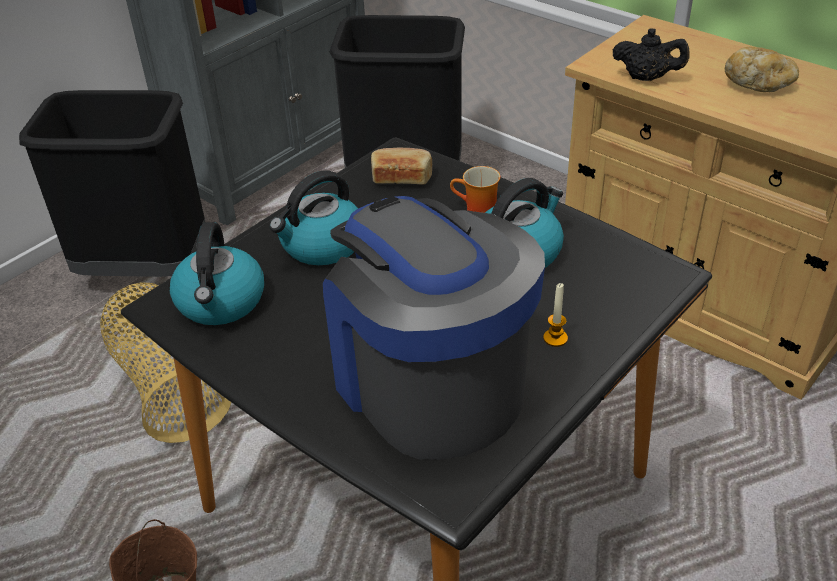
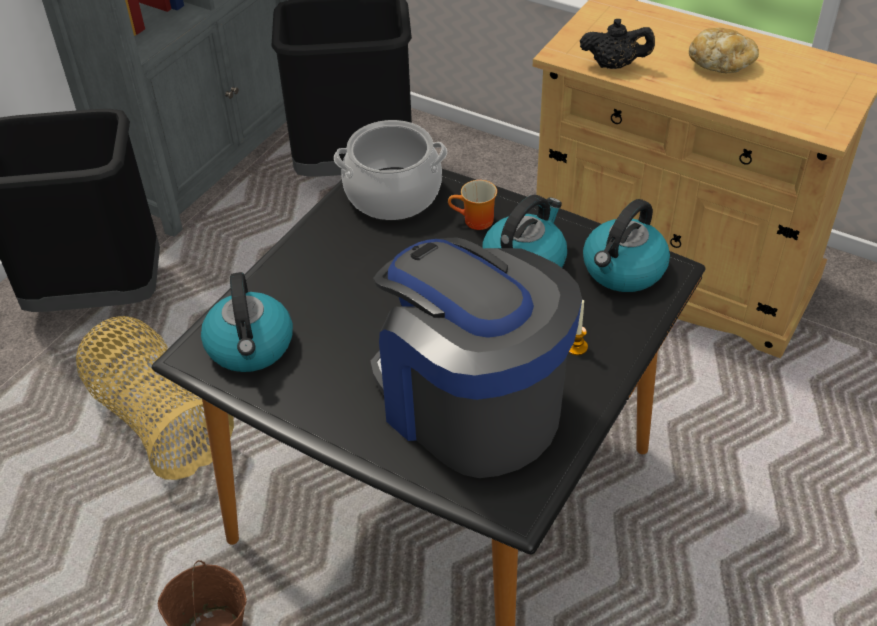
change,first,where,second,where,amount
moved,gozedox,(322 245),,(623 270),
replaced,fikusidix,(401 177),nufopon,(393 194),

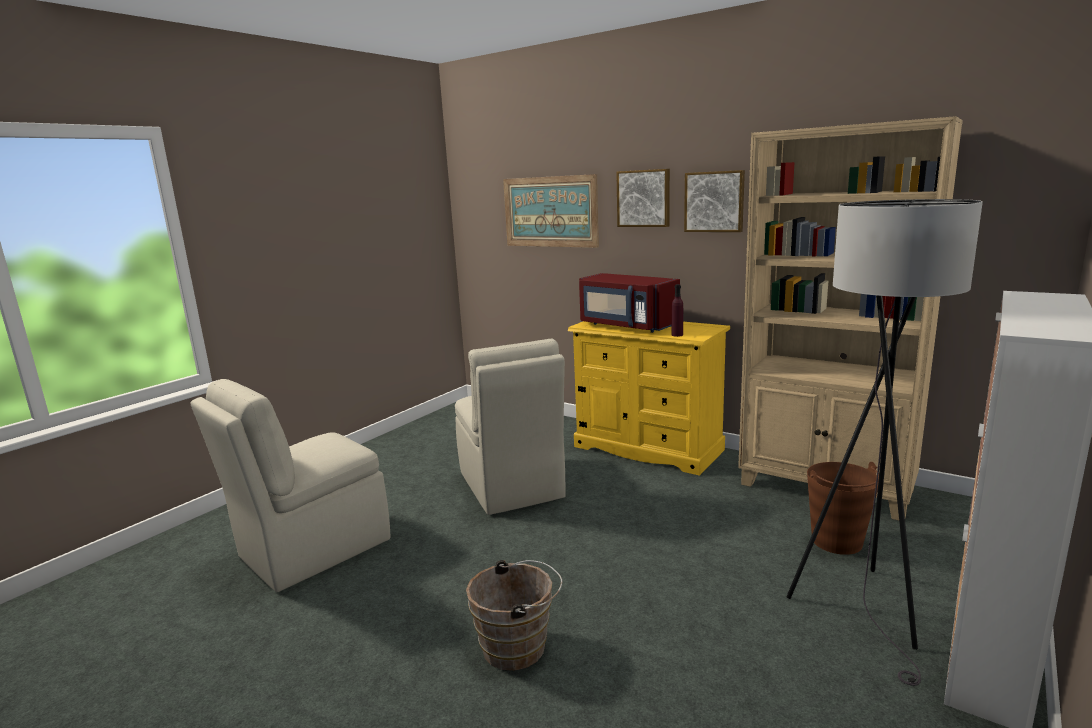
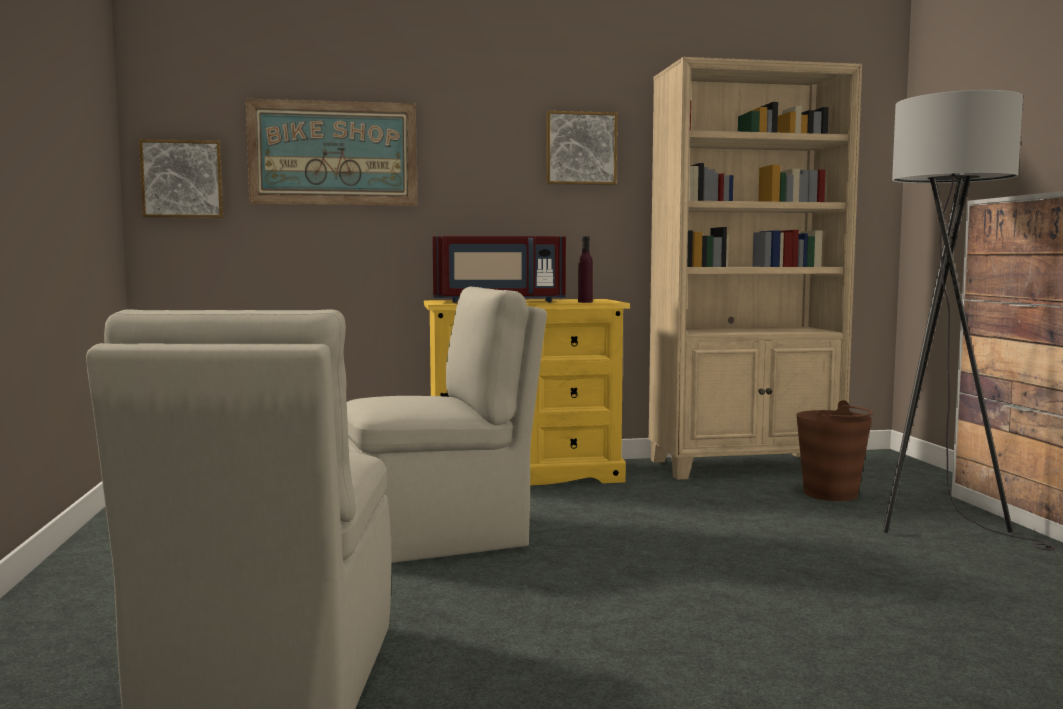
change,first,where,second,where,amount
turned,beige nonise,(511 486),,(438 537),45 degrees counterclockwise
removed,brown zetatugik,(519 647),,,
moved,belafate,(644 198),,(183 179),

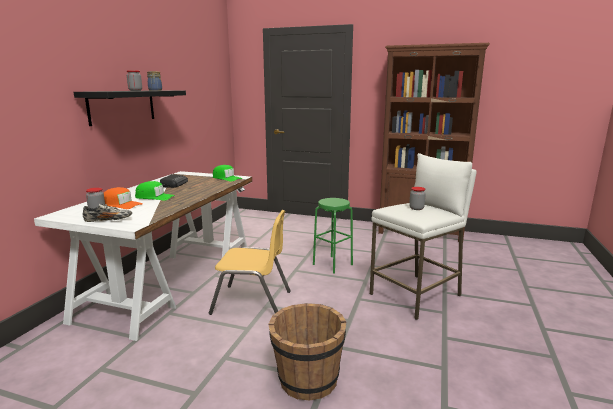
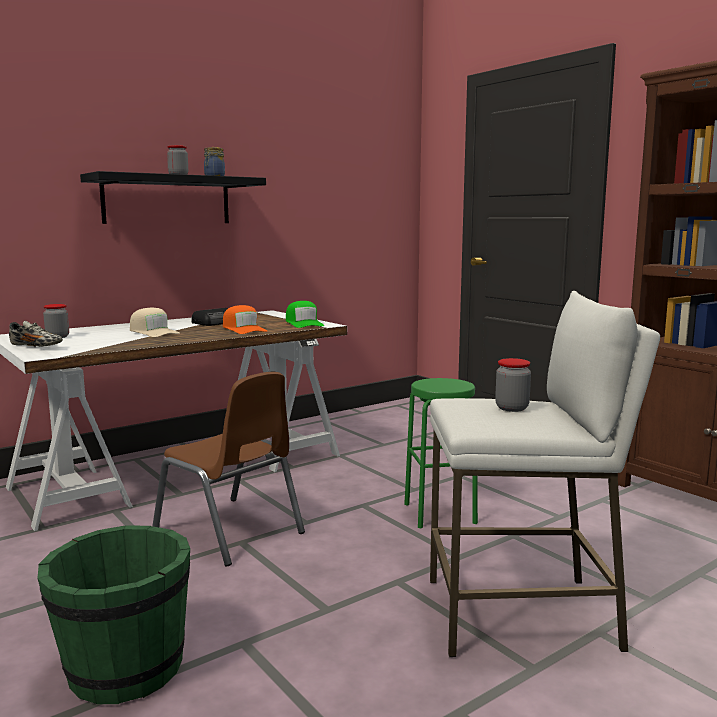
change,first,where,second,where,amount
moved,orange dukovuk,(121 204),,(243 329),
recoloured,green dukovuk,(154 197),beige dukovuk,(153 332),
recoloured,yellow nonise,(252 302),brown nonise,(229 531),
recoloured,brown zetatugik,(307 380),green zetatugik,(124 669),

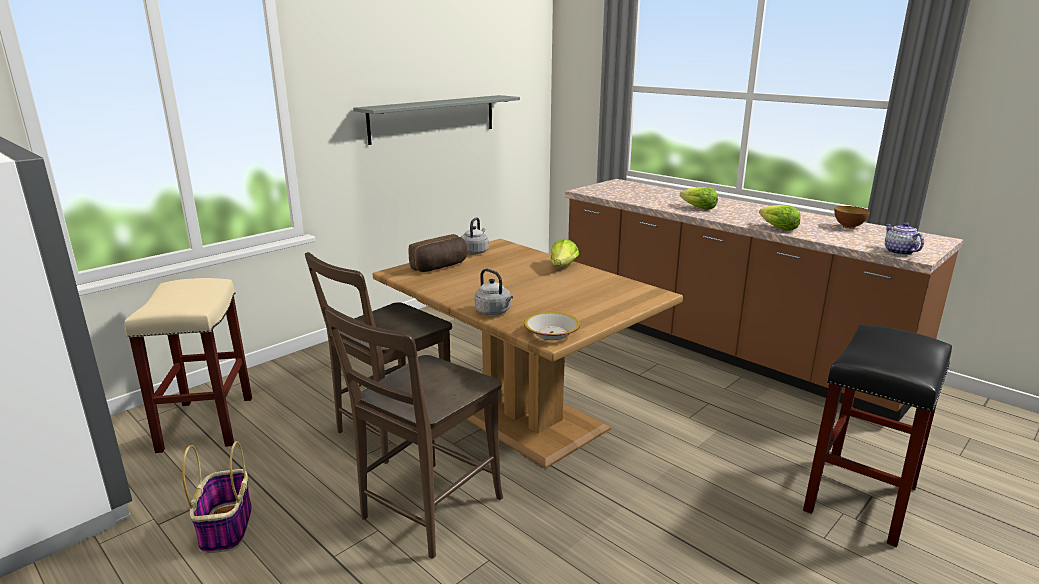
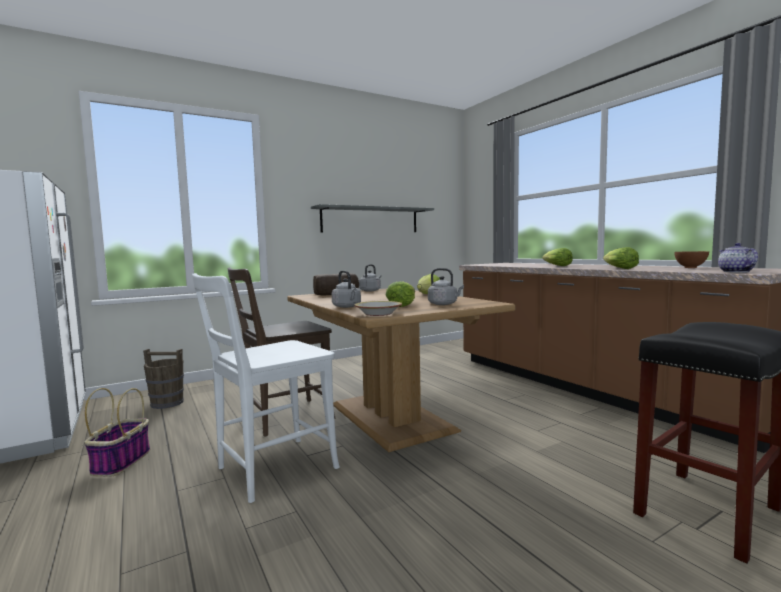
change,first,where,second,where,amount
replaced,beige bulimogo,(206 423),brown zetatugik,(167 403),
recoloured,brown nonise,(426 512),white nonise,(271 470),
added,,,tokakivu,(402 305),
added,,,grey gozedox,(444 304),

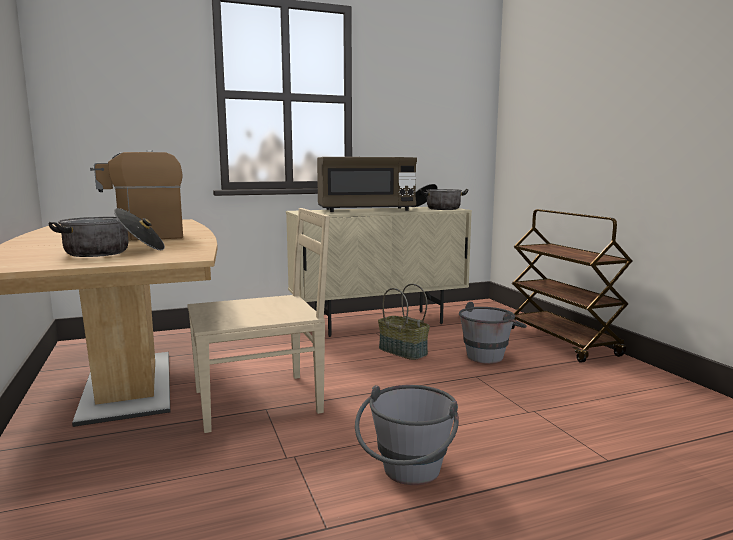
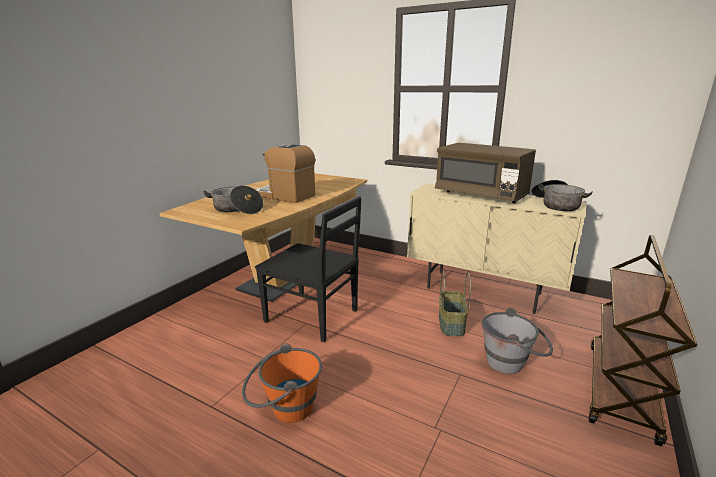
change,first,where,second,where,amount
recoloured,beige nonise,(261 401),black nonise,(313 316),
recoloured,grey zetatugik,(408 476),orange zetatugik,(284 410),

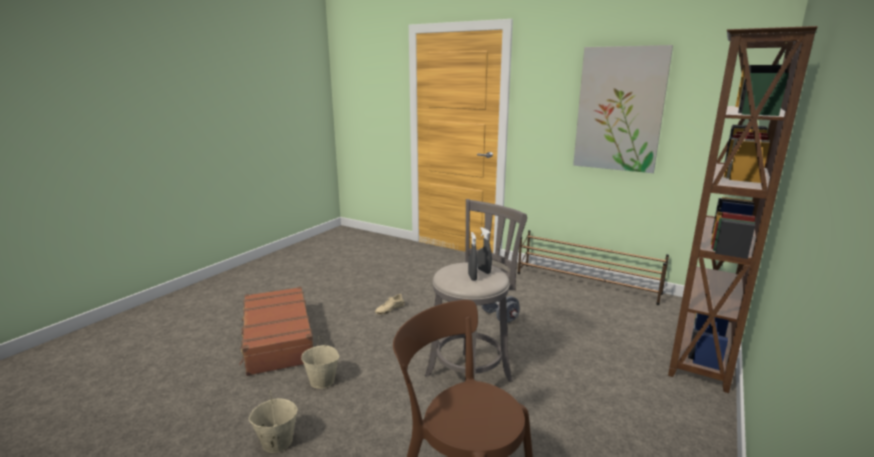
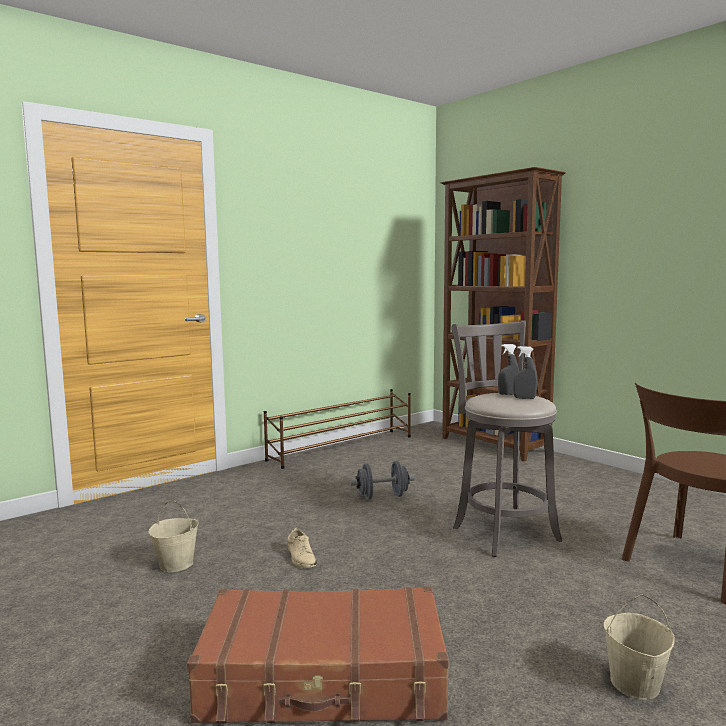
change,first,where,second,where,amount
moved,beige zetatugik,(322 381),,(176 564),
removed,belafate,(619 109),,,

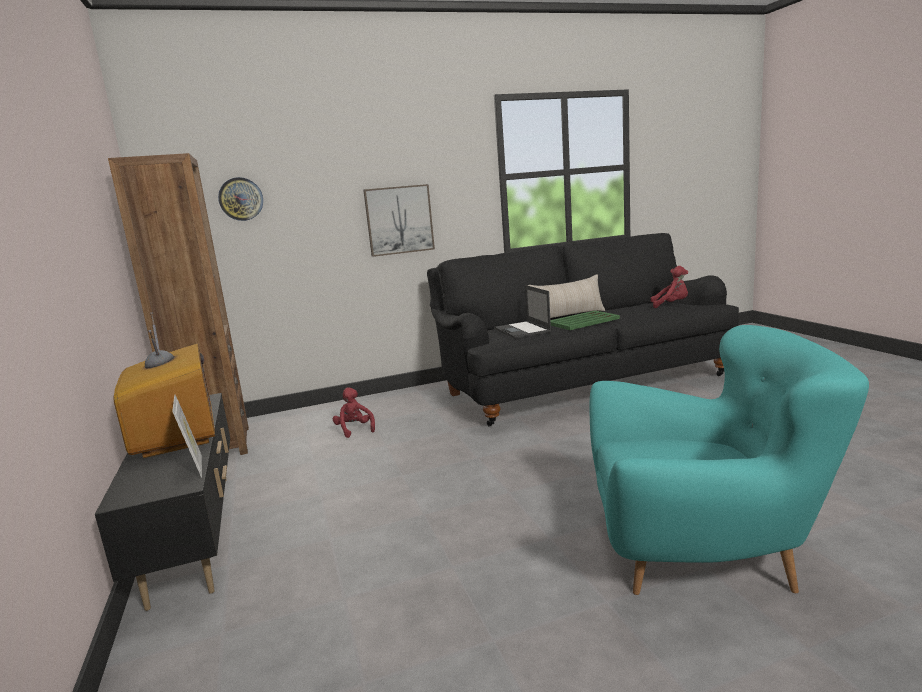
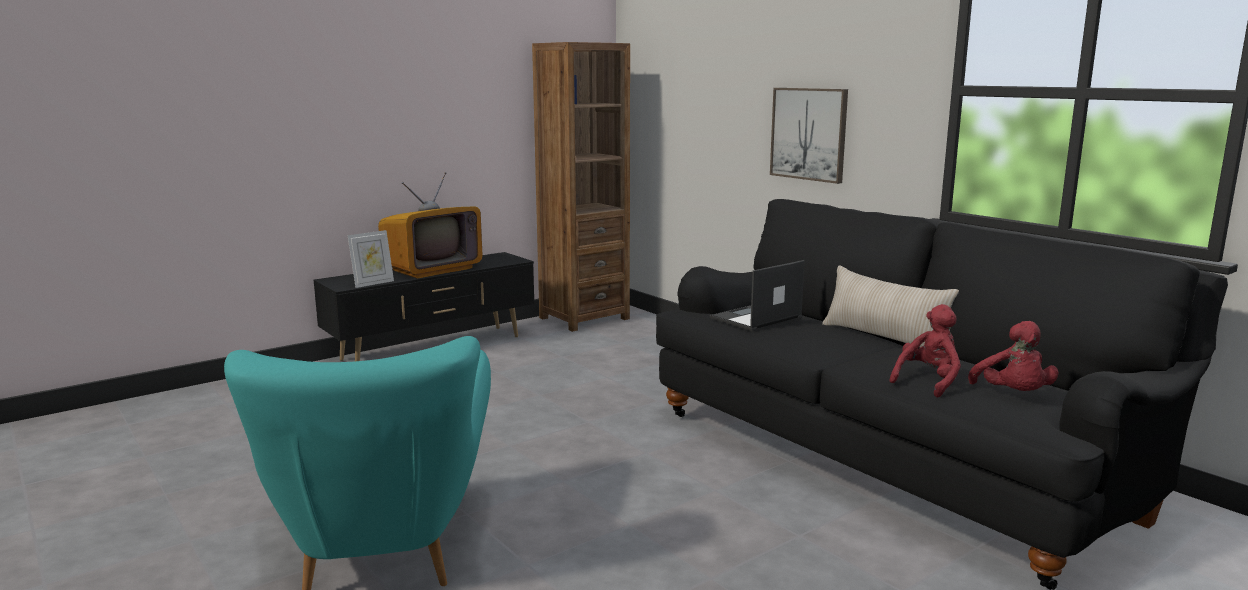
change,first,where,second,where,amount
removed,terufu,(241 199),,,
moved,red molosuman,(354 429),,(928 382),
removed,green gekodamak,(582 321),,,

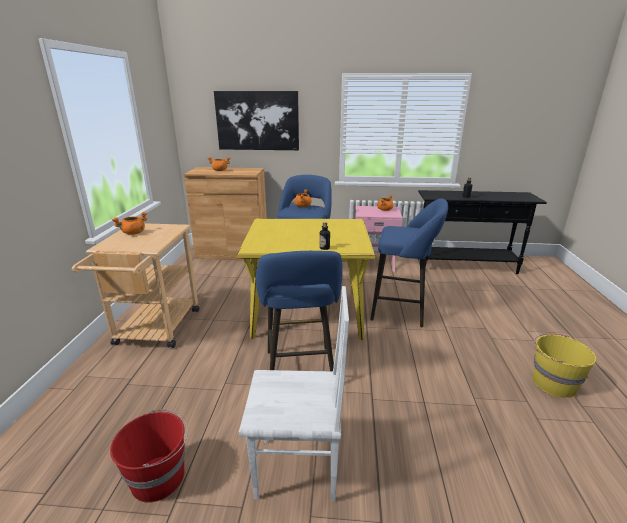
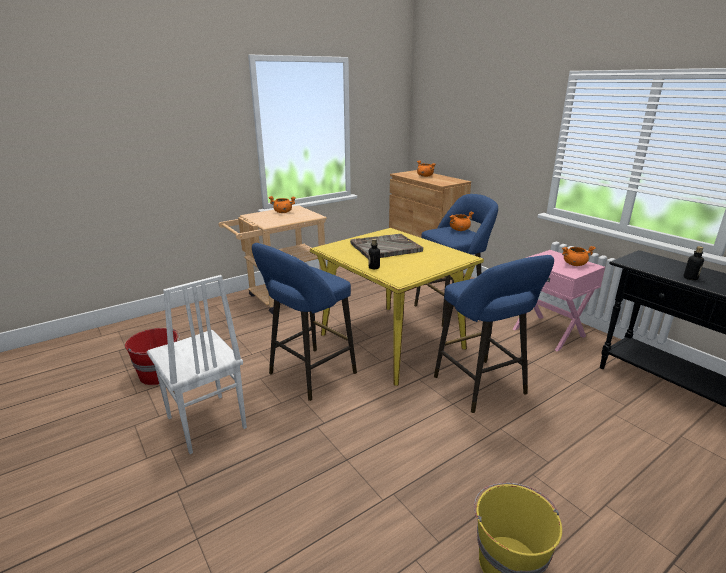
change,first,where,second,where,amount
removed,belafate,(257 121),,,
added,,,grey gekodamak,(385 247),

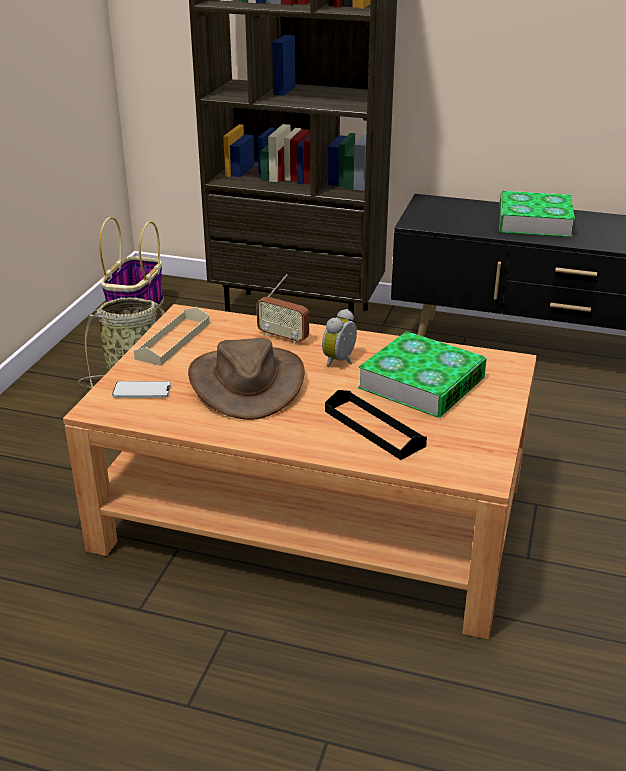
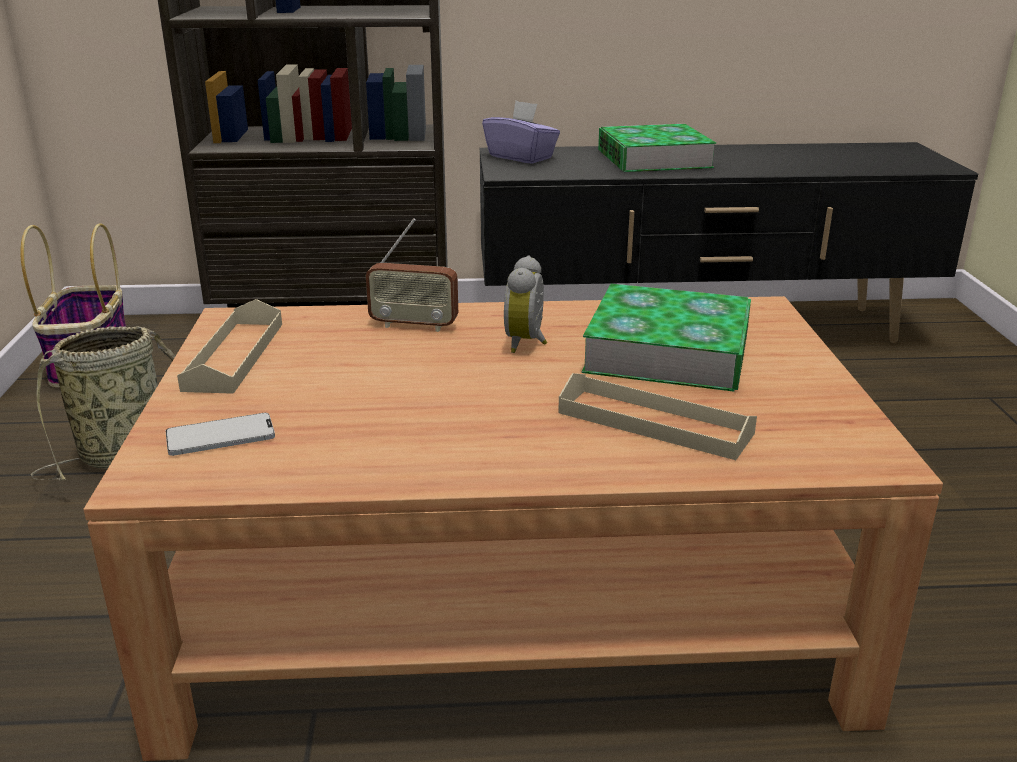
change,first,where,second,where,amount
removed,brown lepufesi,(246 382),,,
recoloured,black gekodamak,(374 428),beige gekodamak,(654 423),
added,,,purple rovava,(521 157),

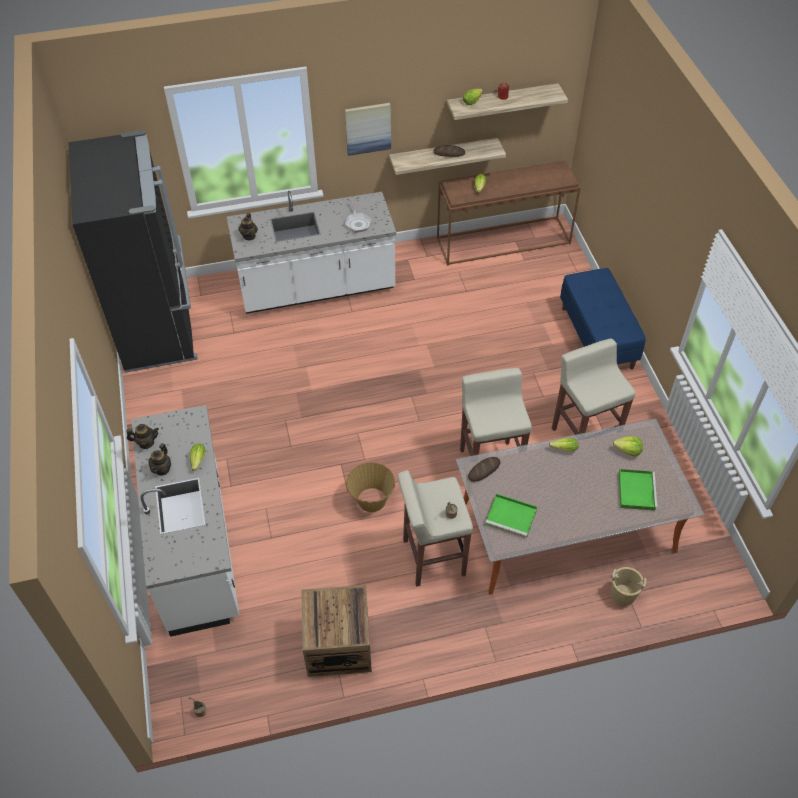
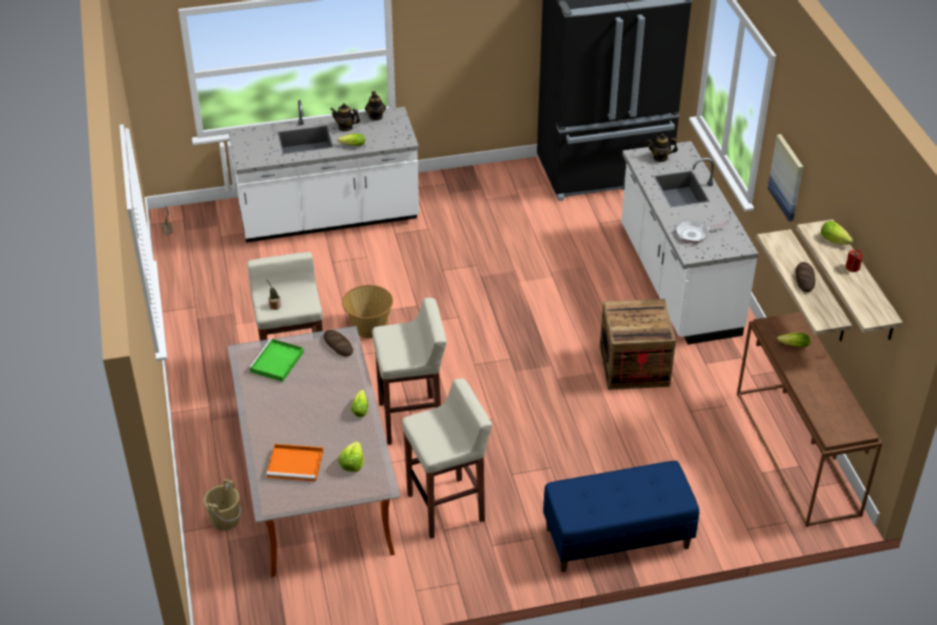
change,first,where,second,where,amount
moved,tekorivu,(338 644),,(634 366),
recoloured,green gekodamak,(636 490),orange gekodamak,(296 464),

